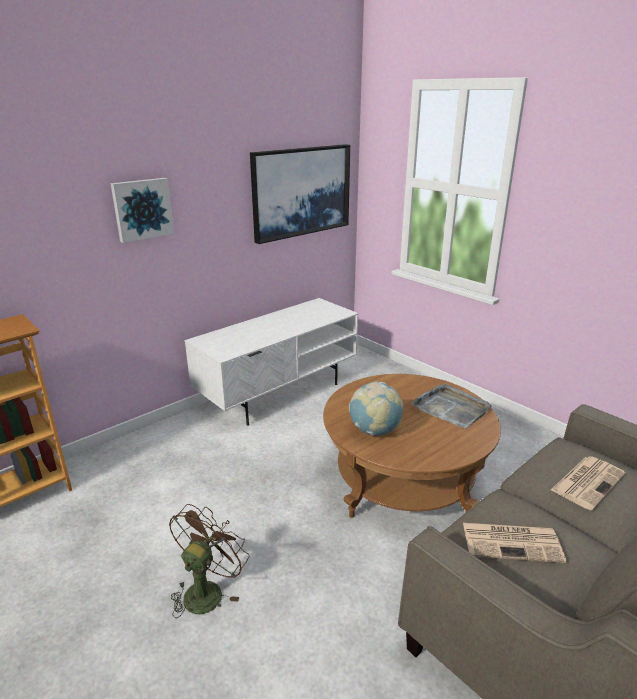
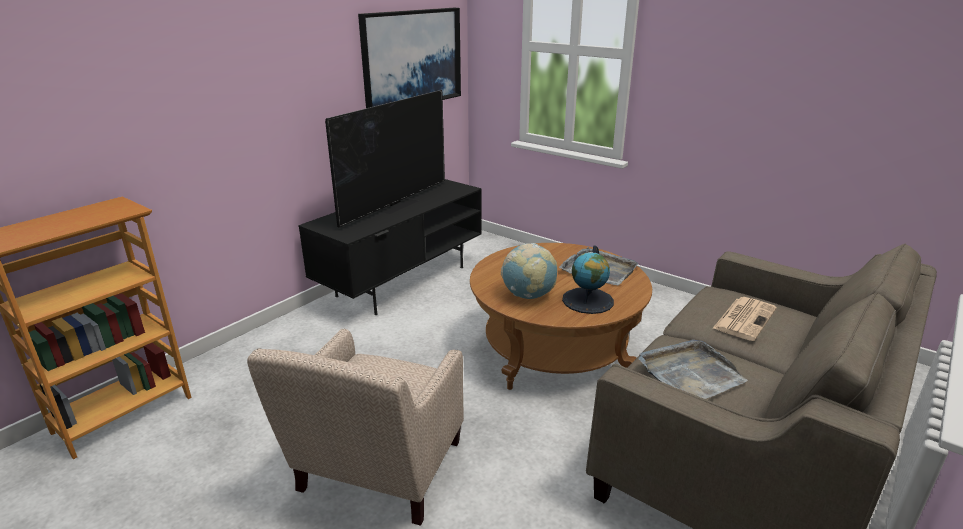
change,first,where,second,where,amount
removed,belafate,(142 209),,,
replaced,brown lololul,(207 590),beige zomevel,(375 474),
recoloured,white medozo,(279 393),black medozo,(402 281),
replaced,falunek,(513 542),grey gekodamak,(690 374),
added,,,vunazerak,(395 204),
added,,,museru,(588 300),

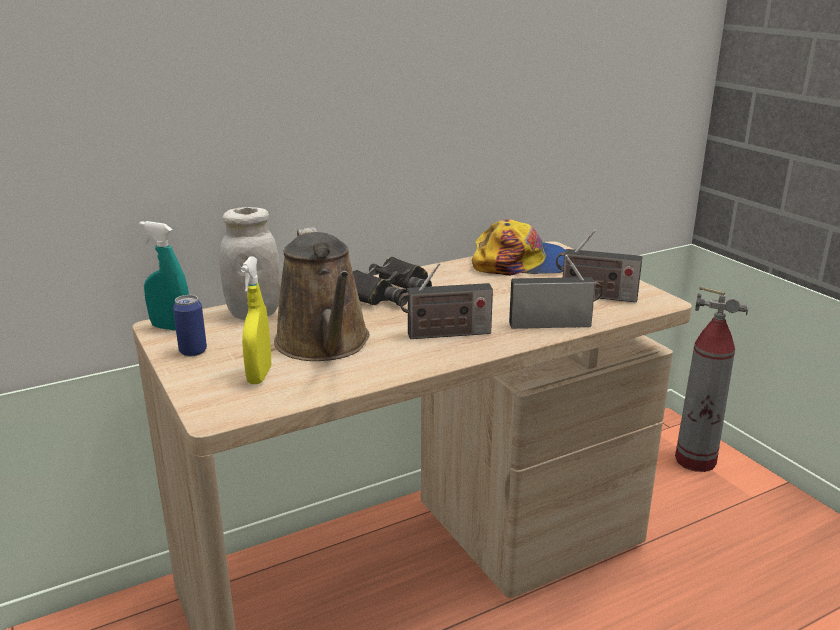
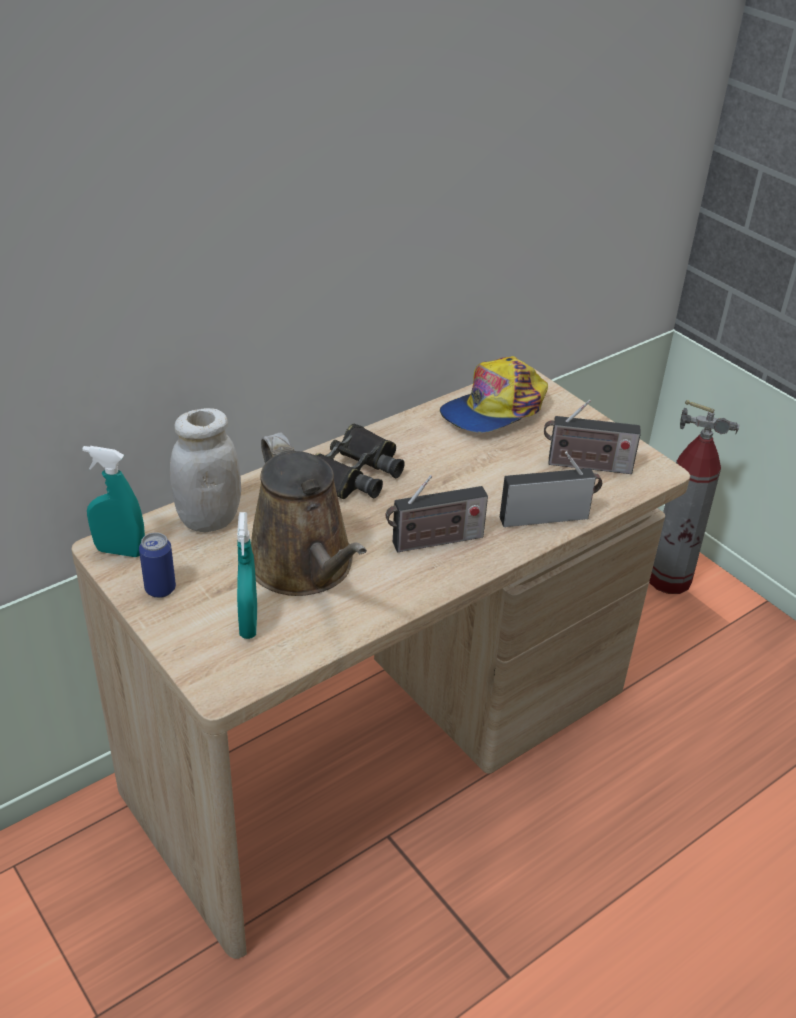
change,first,where,second,where,amount
recoloured,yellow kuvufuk,(259 375),turquoise kuvufuk,(248 623),
turned,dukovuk,(521 263),,(494 410),150 degrees clockwise

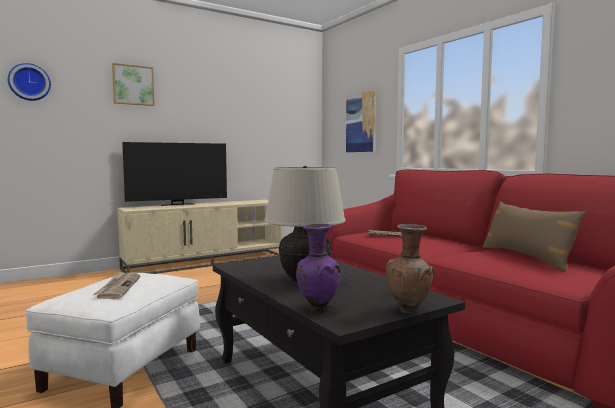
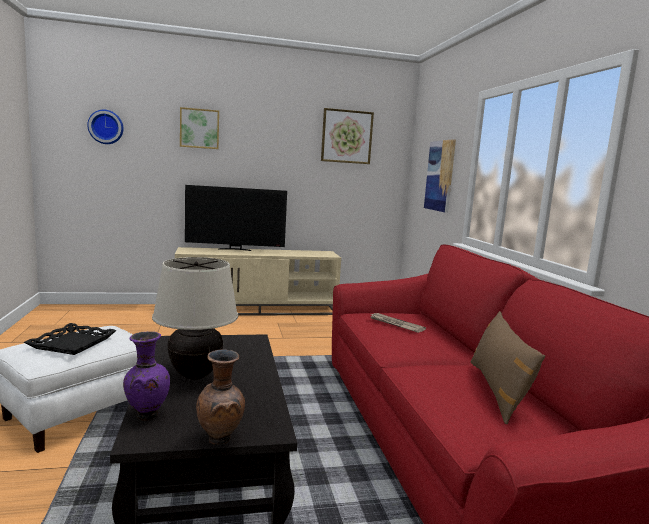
change,first,where,second,where,amount
replaced,falunek,(118 287),black gekodamak,(72 343),
added,,,belafate,(346 136),

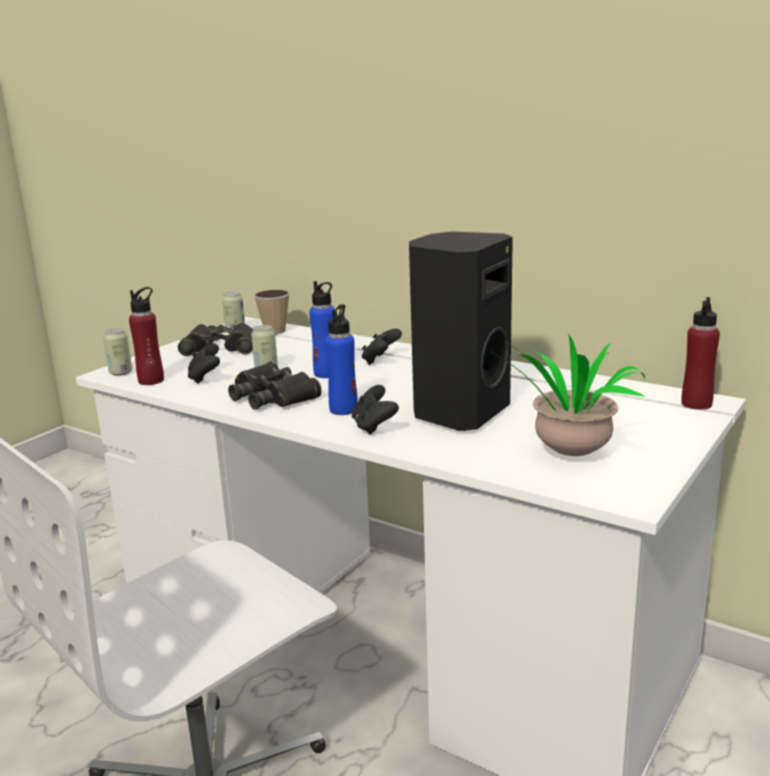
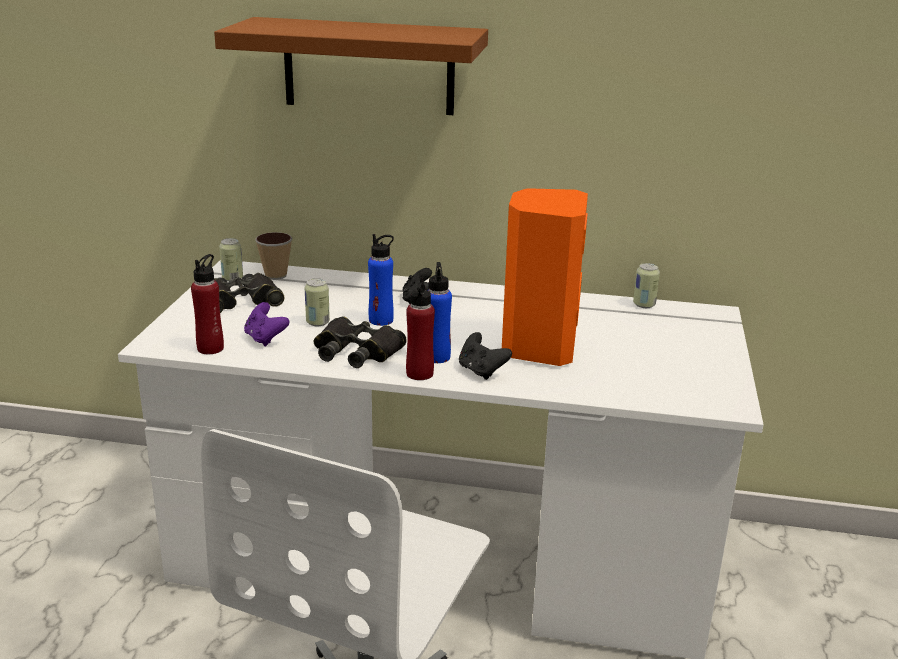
change,first,where,second,where,amount
moved,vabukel,(120 373),,(644 305),
recoloured,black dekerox,(205 378),purple dekerox,(265 339),
recoloured,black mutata,(458 413),orange mutata,(538 348),
removed,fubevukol,(569 456),,,
moved,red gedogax,(696 404),,(419 374),
added,,,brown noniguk,(368 66),

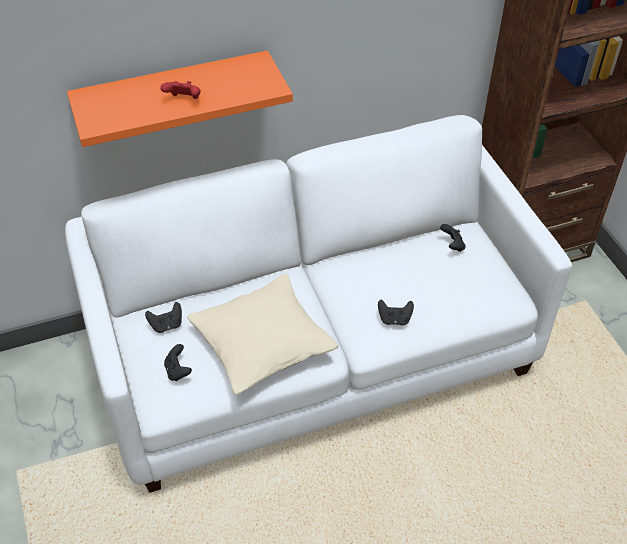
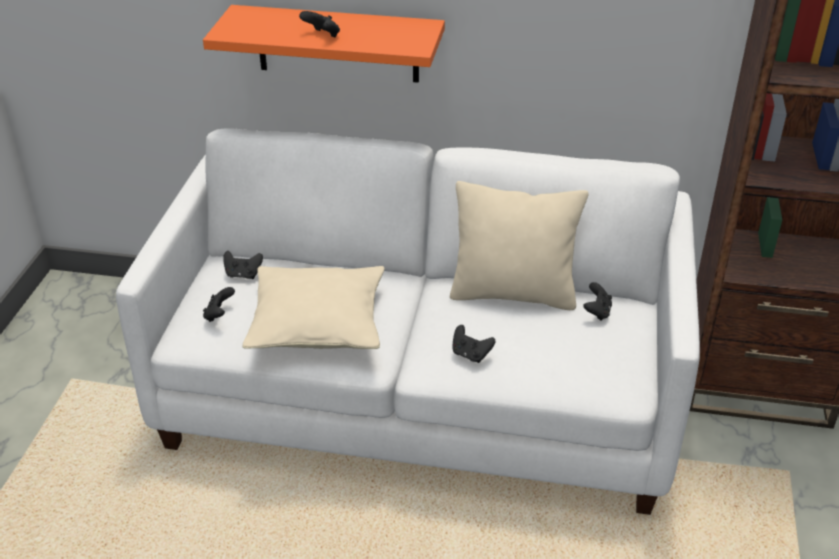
change,first,where,second,where,amount
recoloured,red dekerox,(184 100),black dekerox,(322 36),
added,,,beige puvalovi,(513 293),

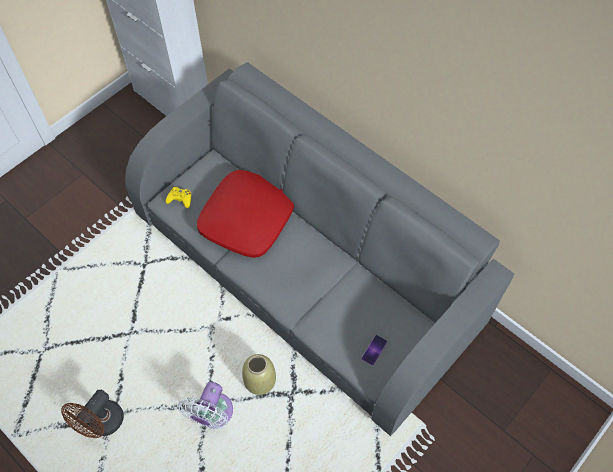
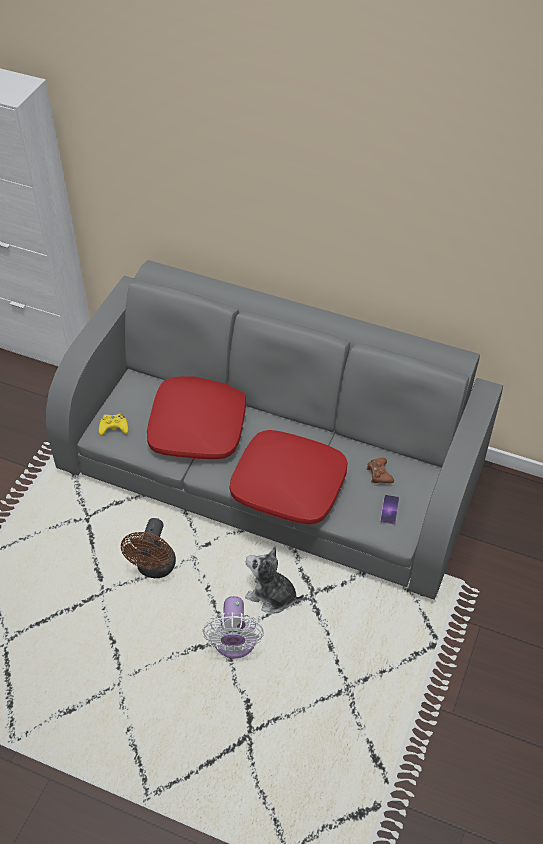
change,first,where,second,where,amount
moved,brown lololul,(102 424),,(154 568),
replaced,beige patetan,(260 382),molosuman,(271 596),
added,,,red puvalovi,(289 485),
added,,,brown dekerox,(379 474),

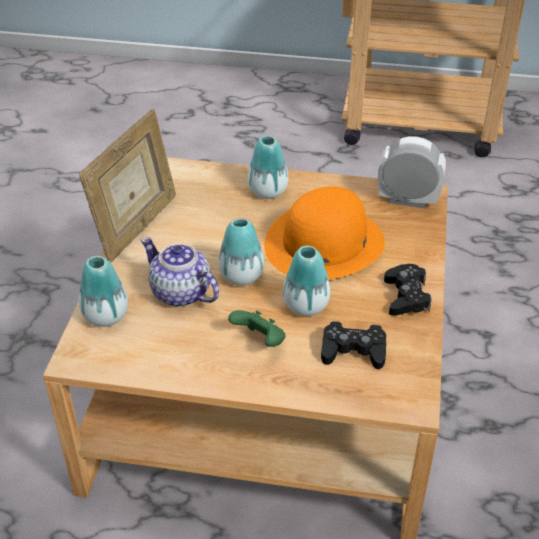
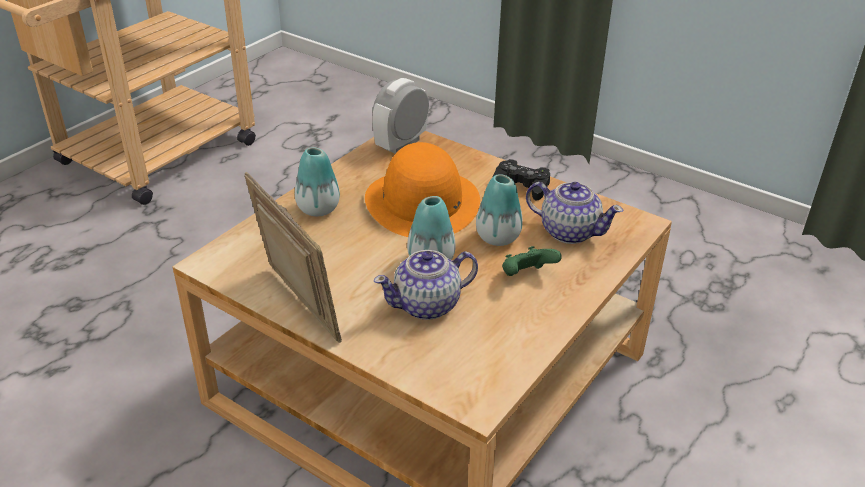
change,first,where,second,where,amount
removed,patetan,(105 316),,,
replaced,black dekerox,(353 351),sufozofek,(569 231),

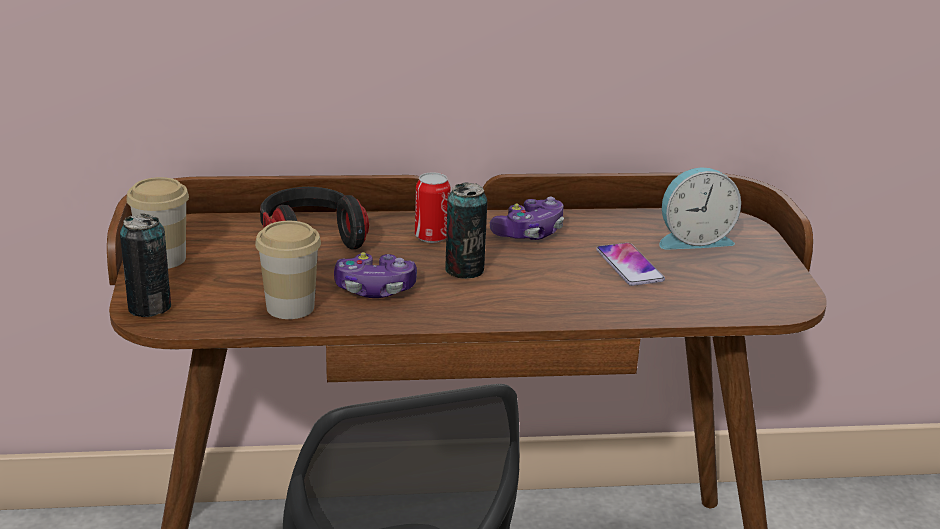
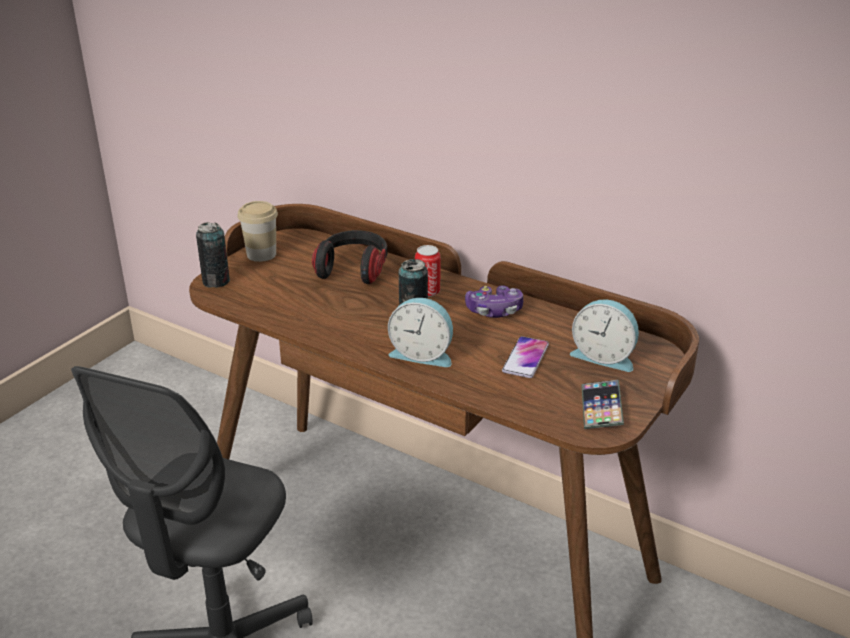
change,first,where,second,where,amount
removed,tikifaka,(290 307),,,
removed,dekerox,(375 289),,,
added,,,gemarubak,(422 354),
added,,,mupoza,(601 408),

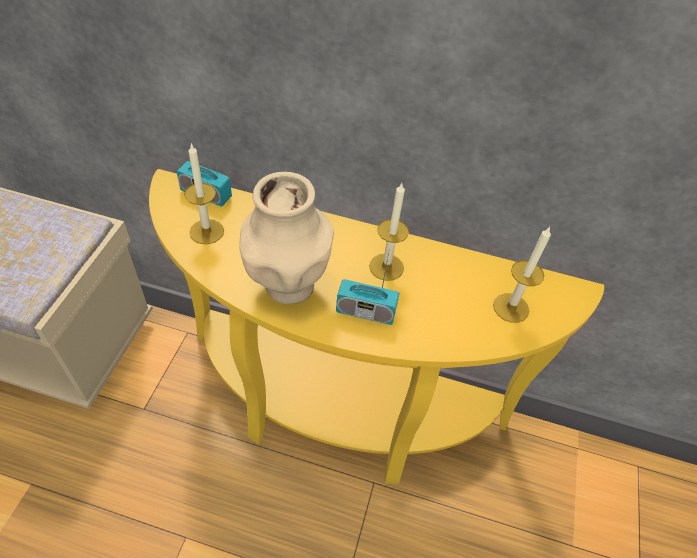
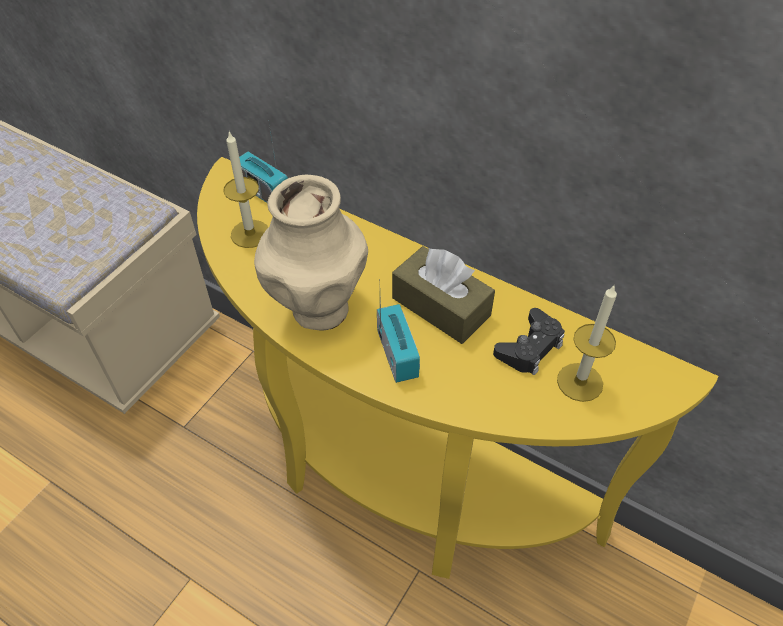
change,first,where,second,where,amount
turned,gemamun,(365 312),,(397 354),135 degrees counterclockwise
replaced,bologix,(386 267),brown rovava,(441 306),
added,,,black dekerox,(530 347),

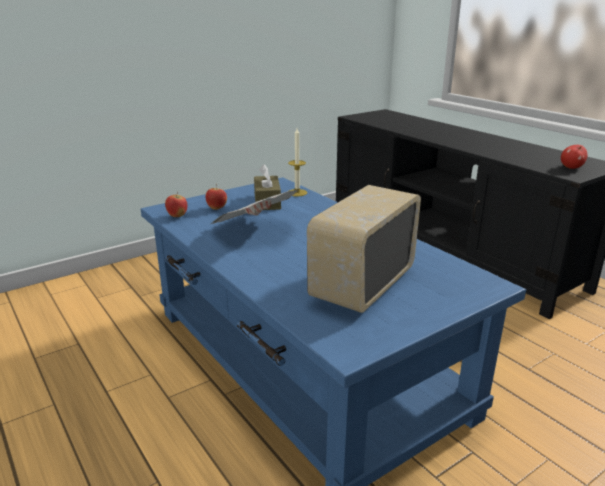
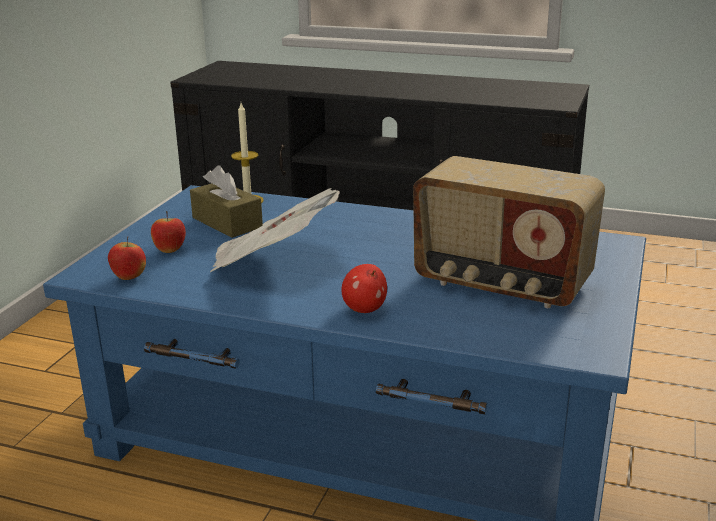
change,first,where,second,where,amount
turned,gemamun,(362 285),,(501 284),60 degrees counterclockwise
moved,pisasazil,(571 167),,(364 309),

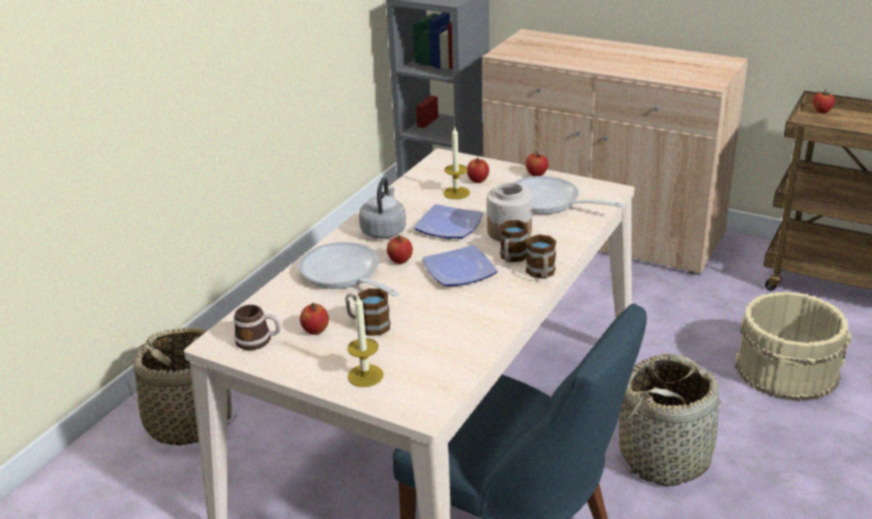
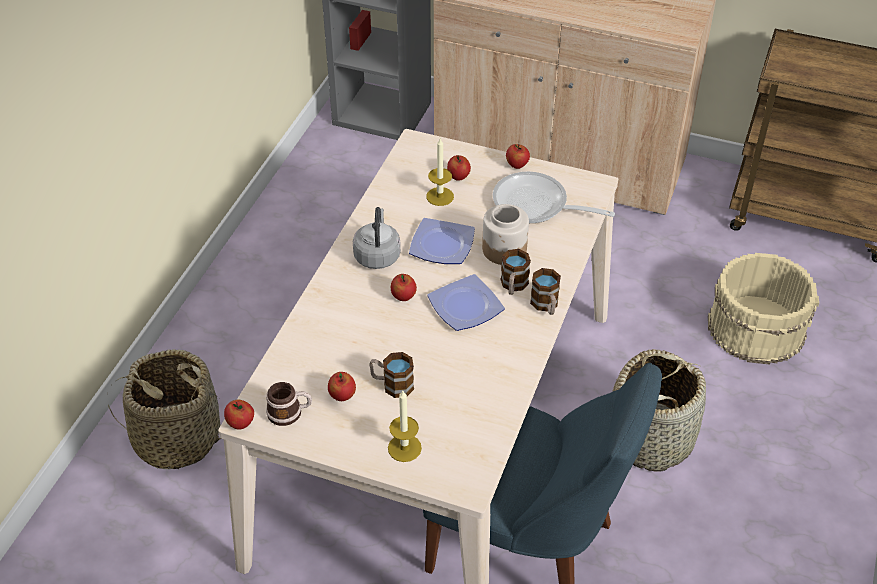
change,first,where,second,where,amount
removed,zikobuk,(344 275),,,
moved,pisasazil,(821 111),,(241 423),

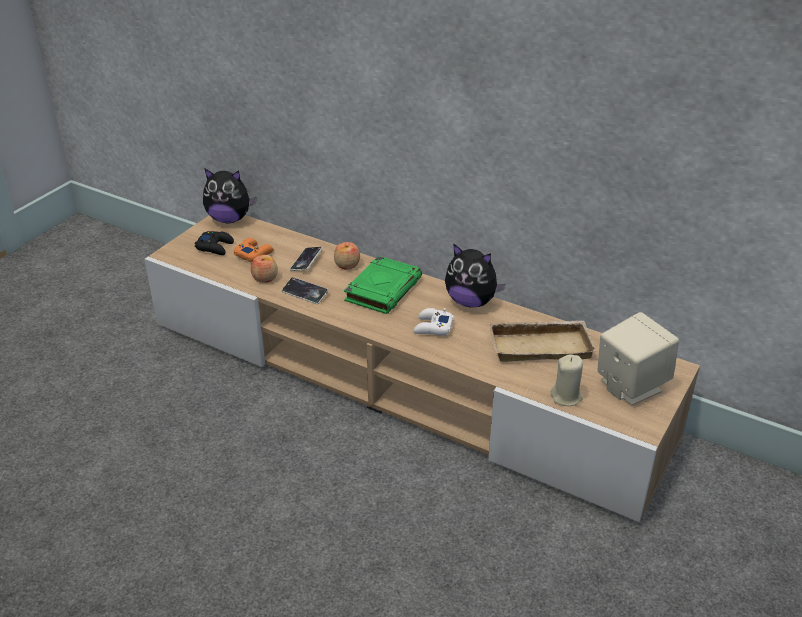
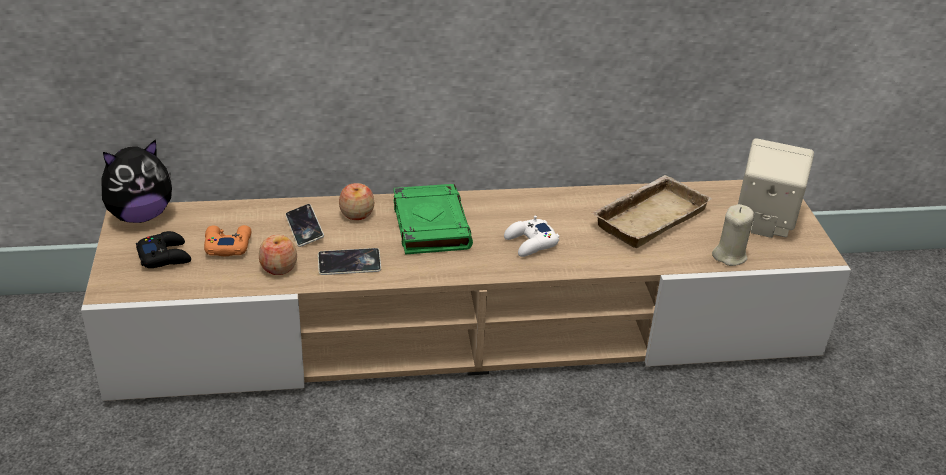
change,first,where,second,where,amount
removed,molosuman,(471 302),,,

